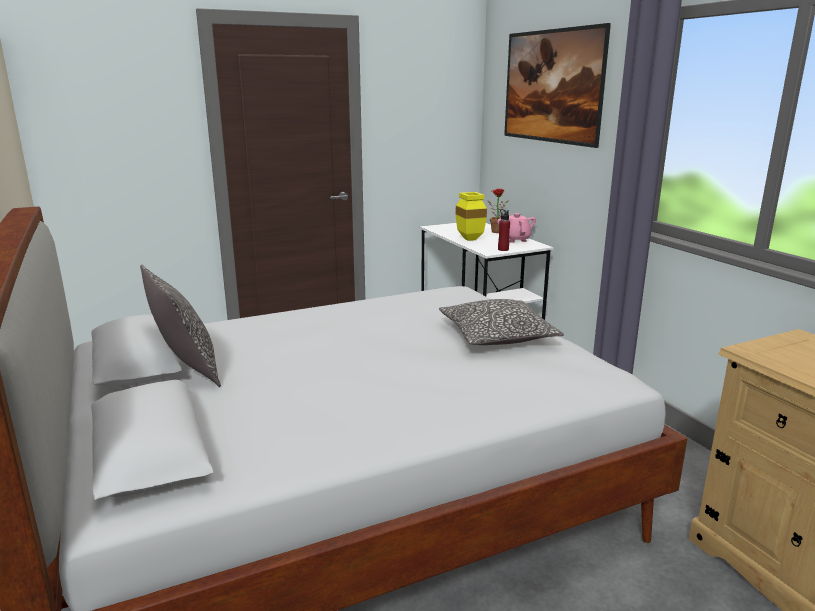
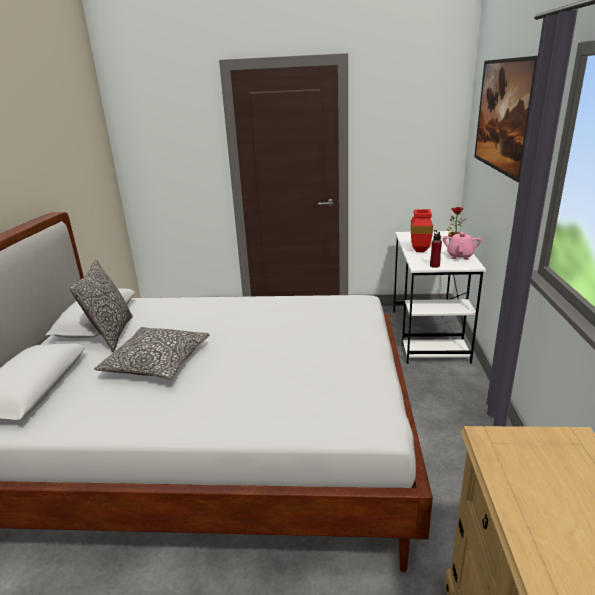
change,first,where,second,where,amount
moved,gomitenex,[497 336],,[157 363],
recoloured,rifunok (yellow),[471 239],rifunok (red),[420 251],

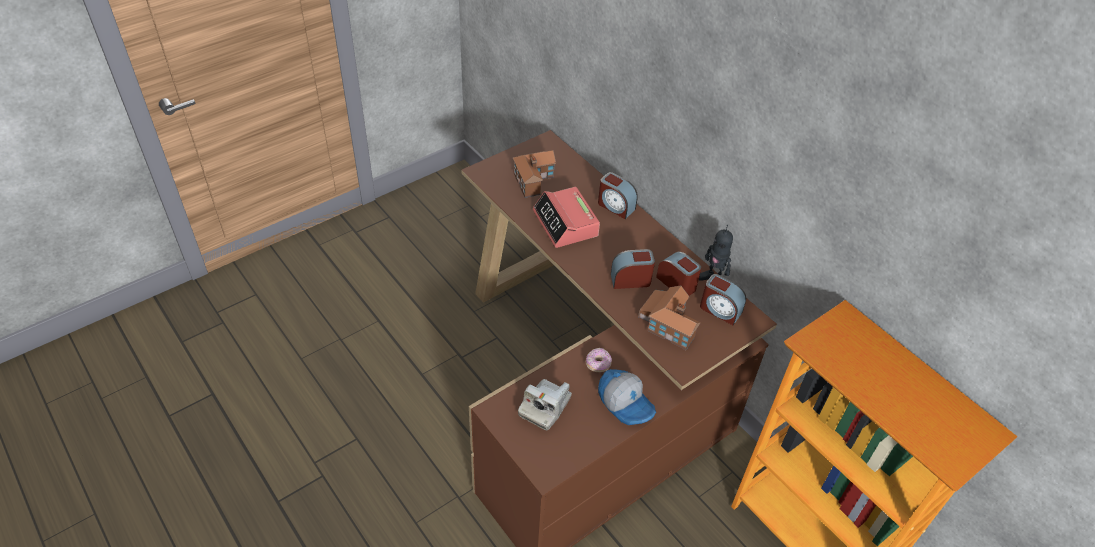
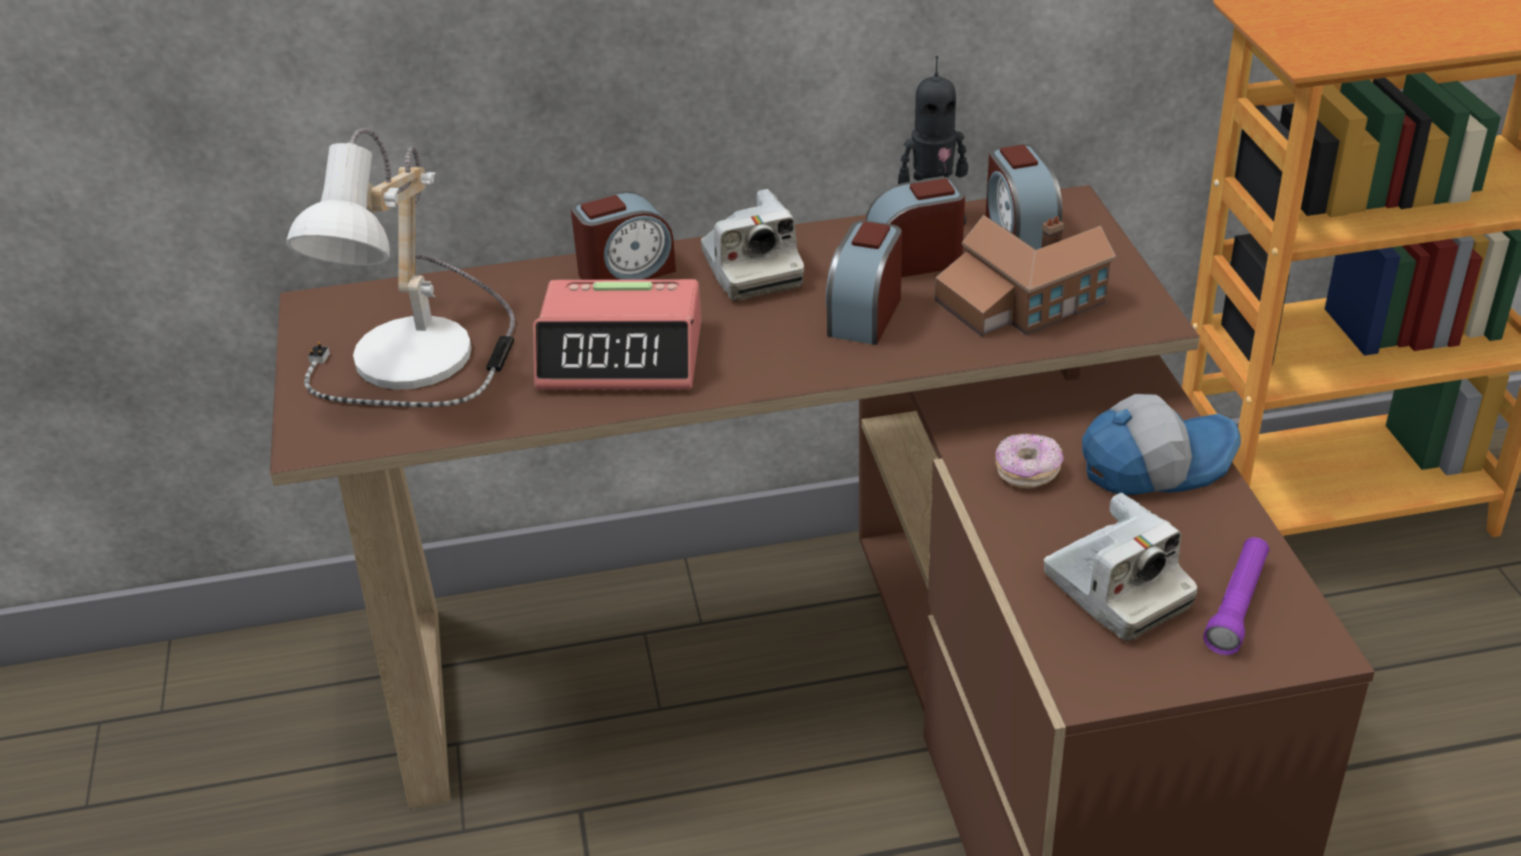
change,first,where,second,where,amount
replaced,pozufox,[533 177],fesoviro,[422 360],
turned,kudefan,[720 310],,[1019 233],105 degrees clockwise
added,,,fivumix,[751 270],
added,,,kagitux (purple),[1237 605],

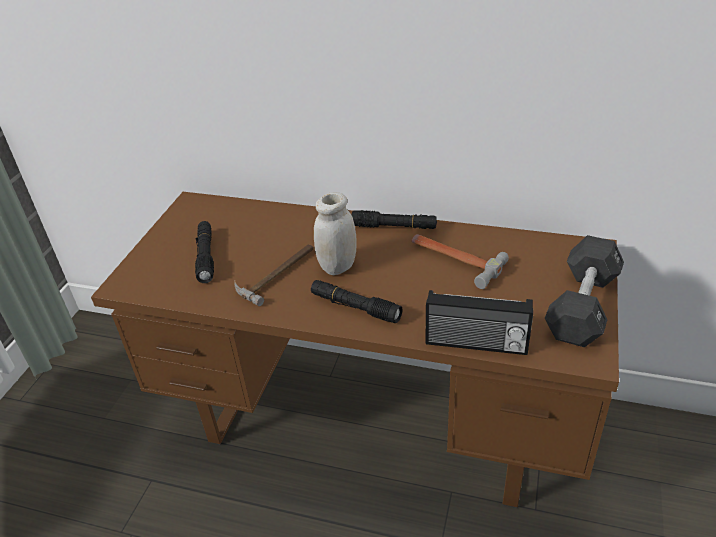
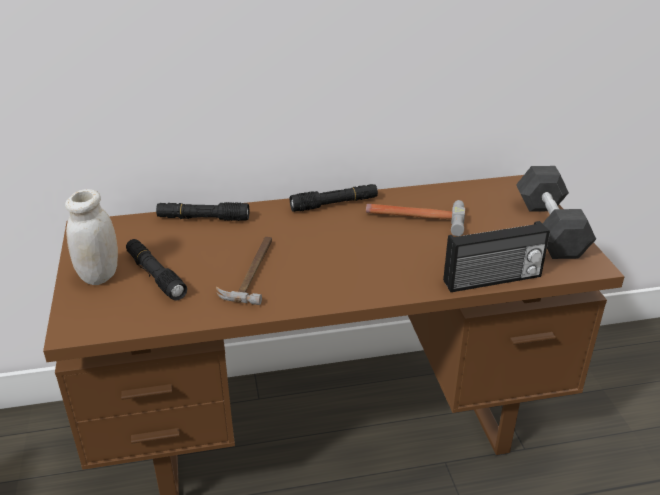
change,first,where,second,where,amount
moved,kagitux (black),[355 307],,[203 218],
moved,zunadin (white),[338 266],,[99 275],

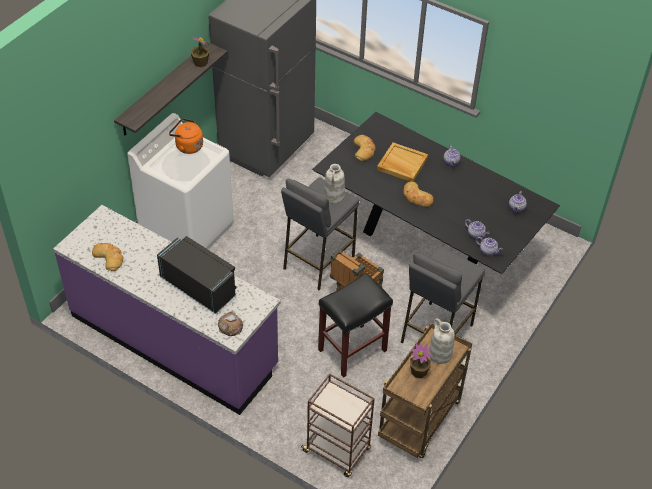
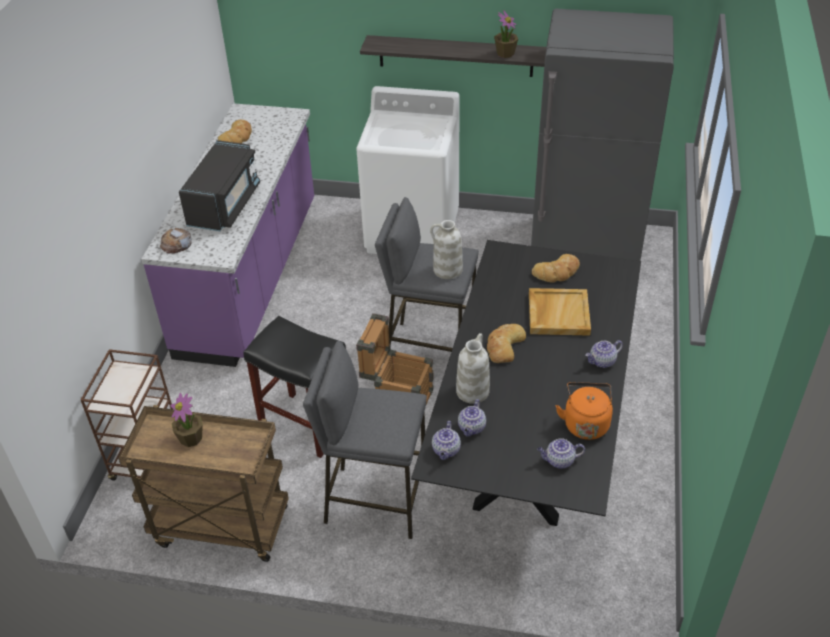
change,first,where,second,where,amount
moved,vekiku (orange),[187 146],,[585 423],
moved,rifunok (white),[439 354],,[472 391],

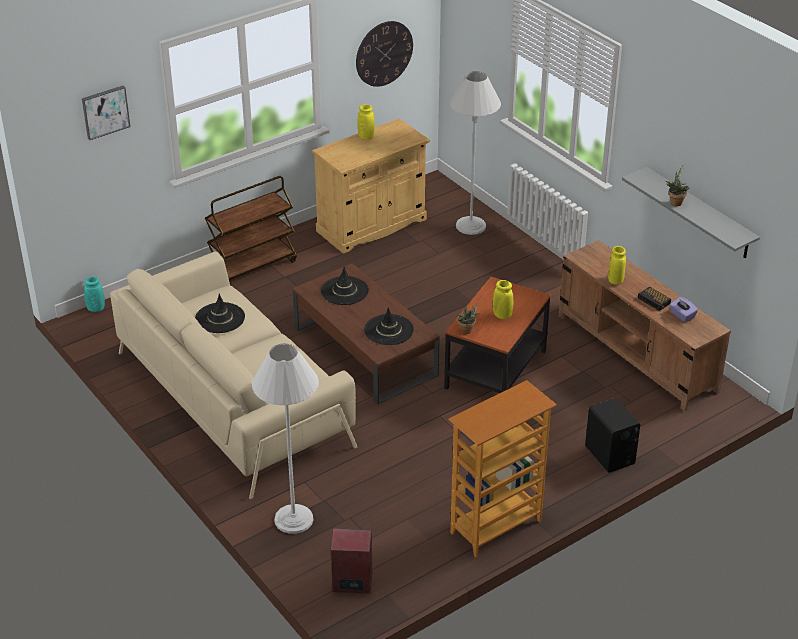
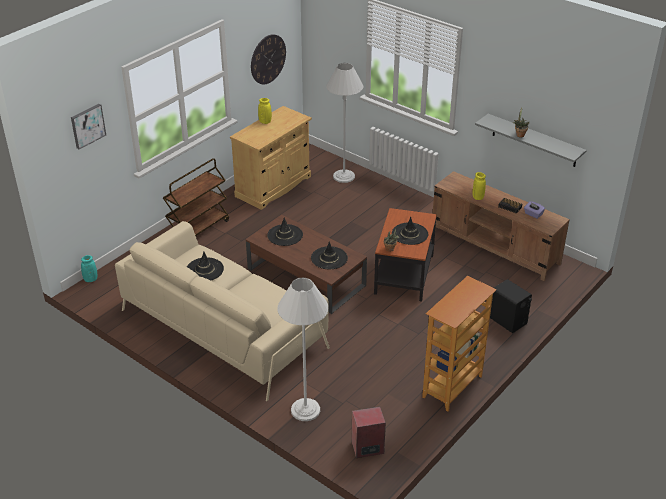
change,first,where,second,where,amount
replaced,rifunok (yellow),[502 315],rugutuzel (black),[410 234],

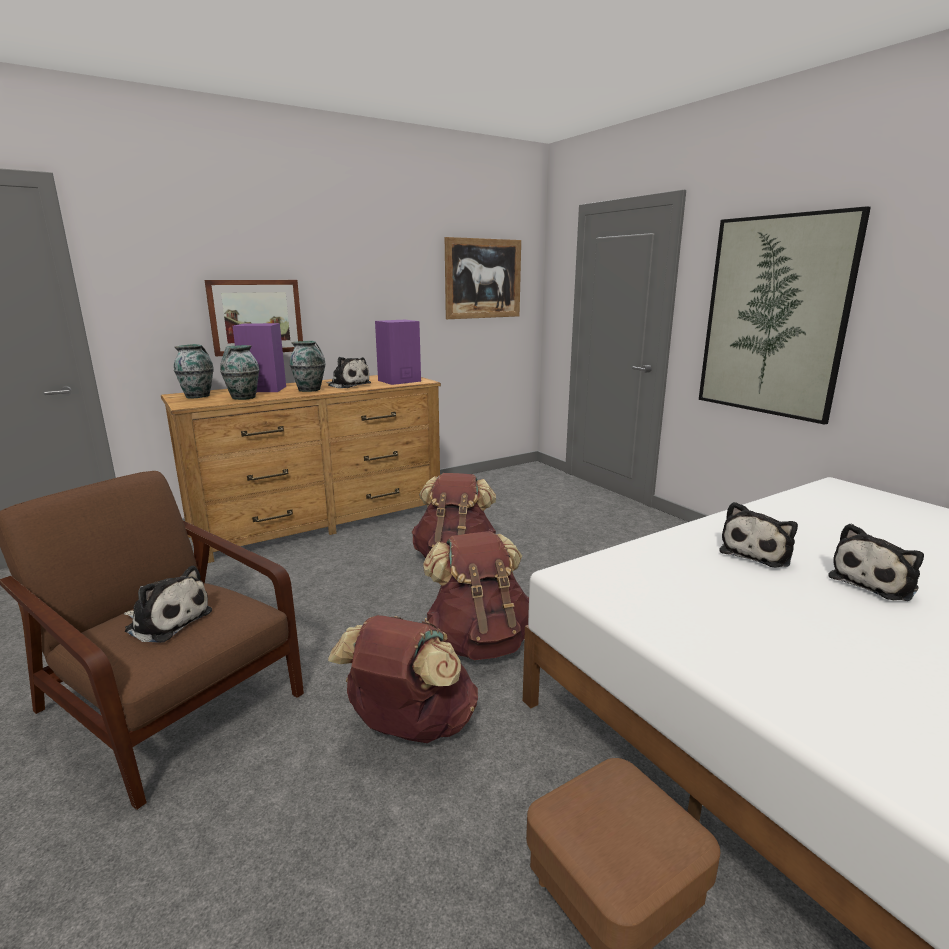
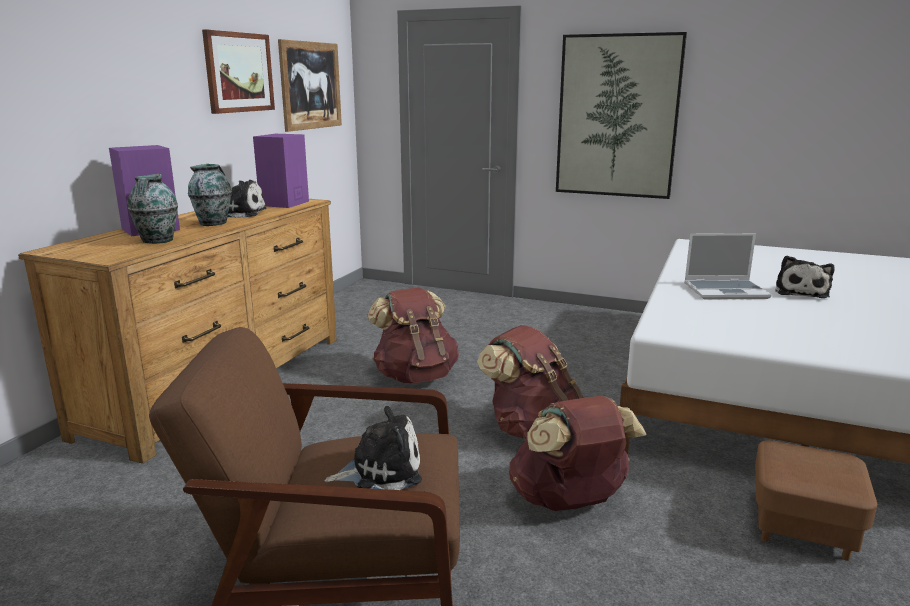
change,first,where,second,where,amount
removed,rifunok,[198 396],,,
moved,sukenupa,[256 317],,[239 72],
replaced,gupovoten,[758 552],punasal,[726 291],

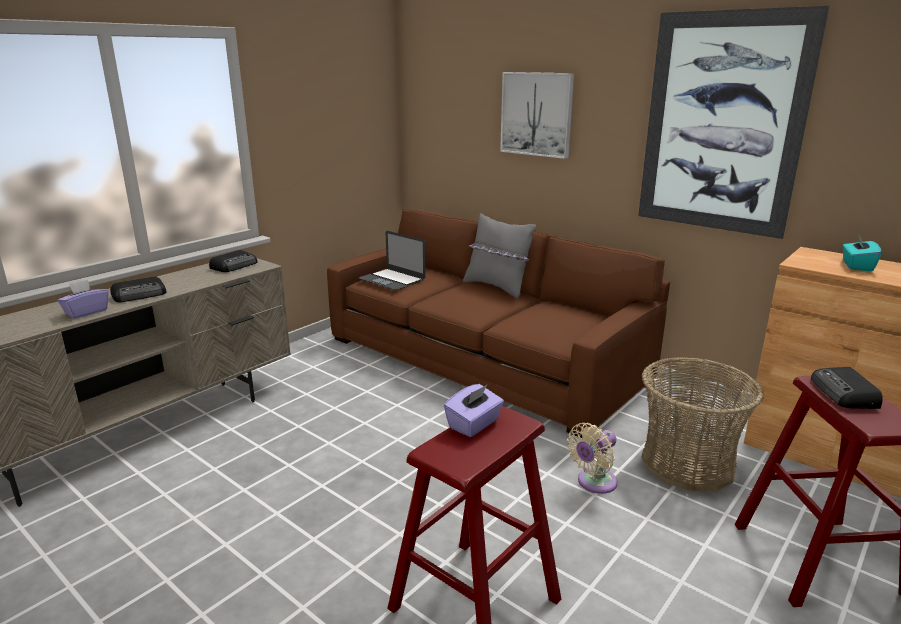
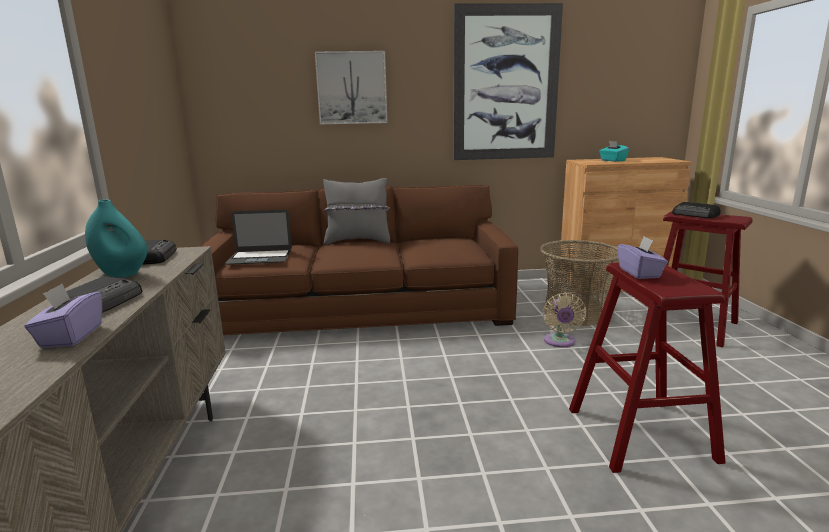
change,first,where,second,where,amount
added,,,rifunok (turquoise),[122 274],

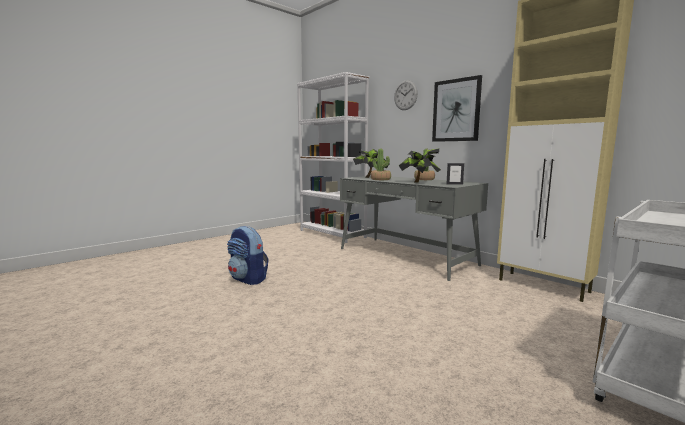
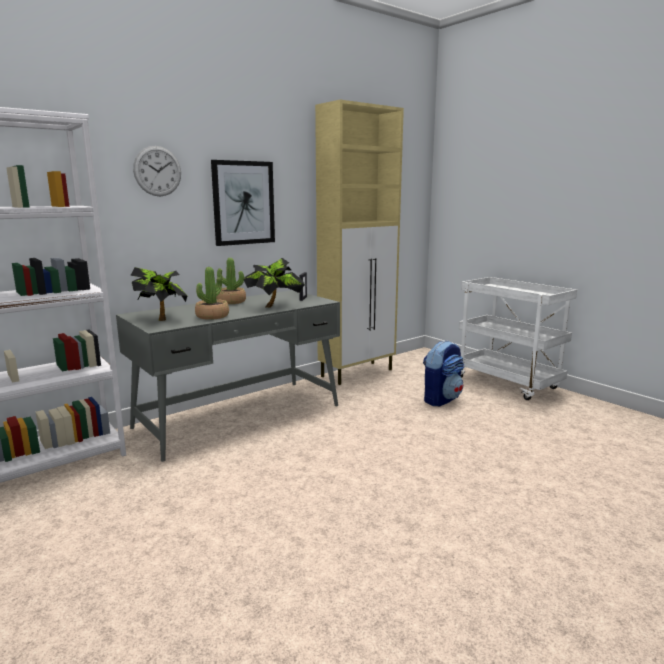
change,first,where,second,where,amount
moved,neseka,[248 279],,[441 399],

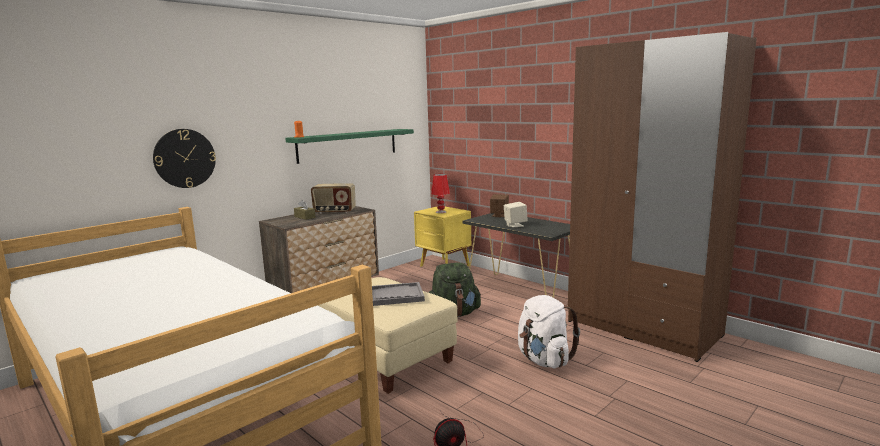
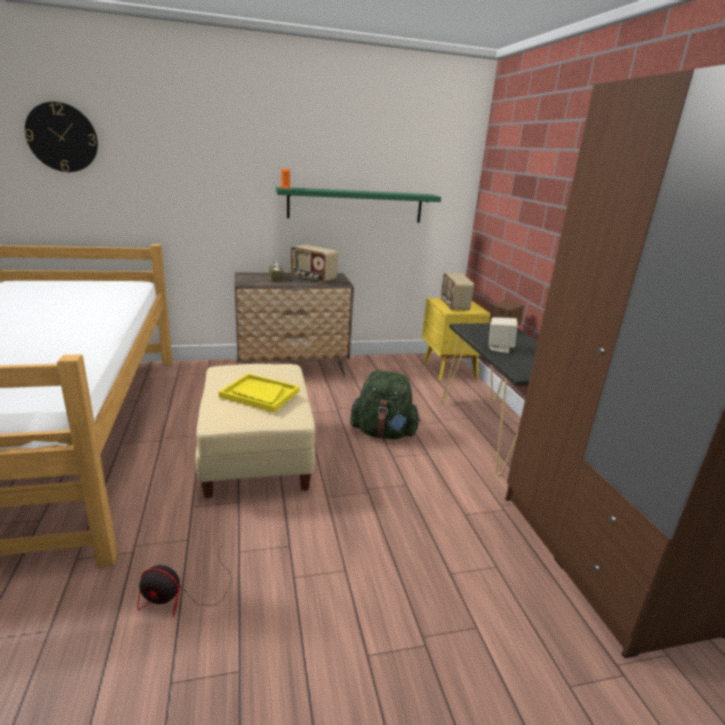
change,first,where,second,where,amount
moved,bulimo,[184 158],,[62 137],
recoloured,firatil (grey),[395 296],firatil (yellow),[259 394],
replaced,fesoviro (red),[441 212],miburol,[453 306],
removed,neseka (white),[544 360],,,

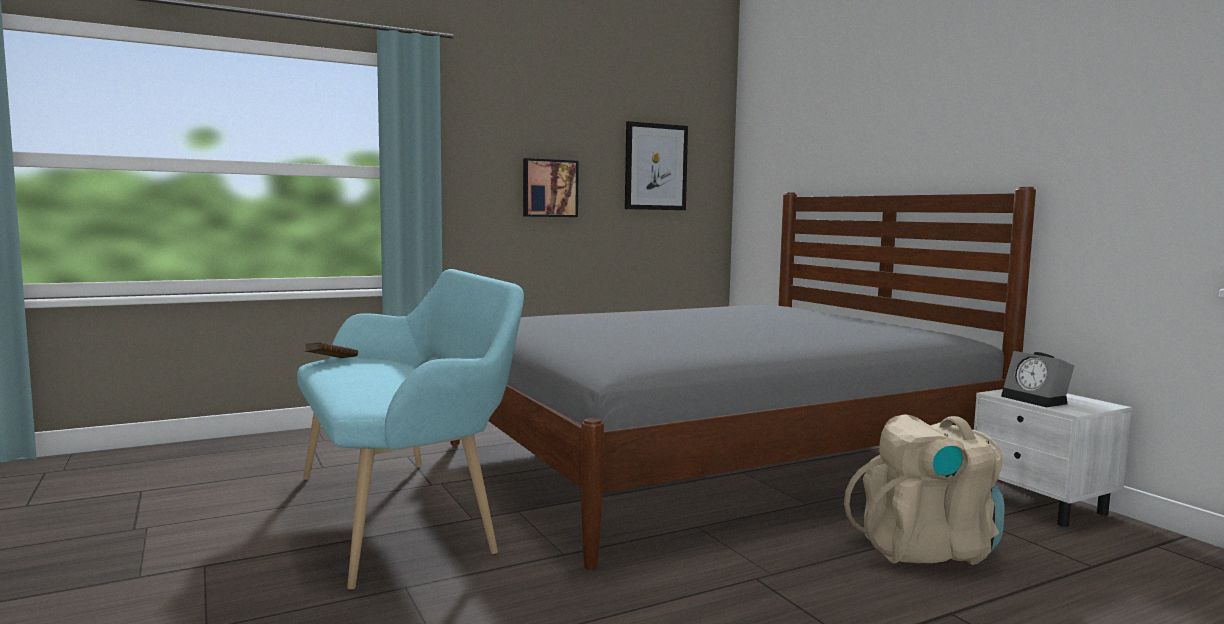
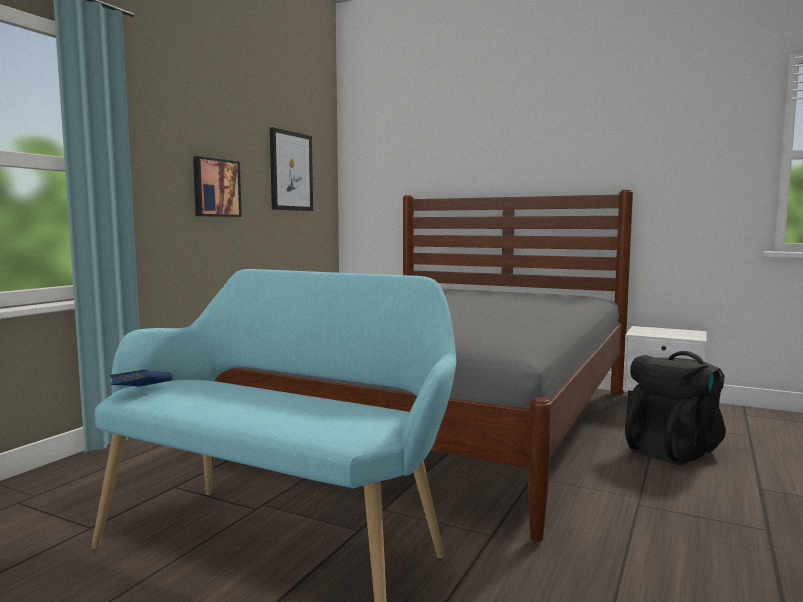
change,first,where,second,where,amount
recoloured,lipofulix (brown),[331 361],lipofulix (blue),[142 392],
recoloured,neseka (beige),[927 549],neseka (black),[673 450],
removed,kudefan,[1037 400],,,

